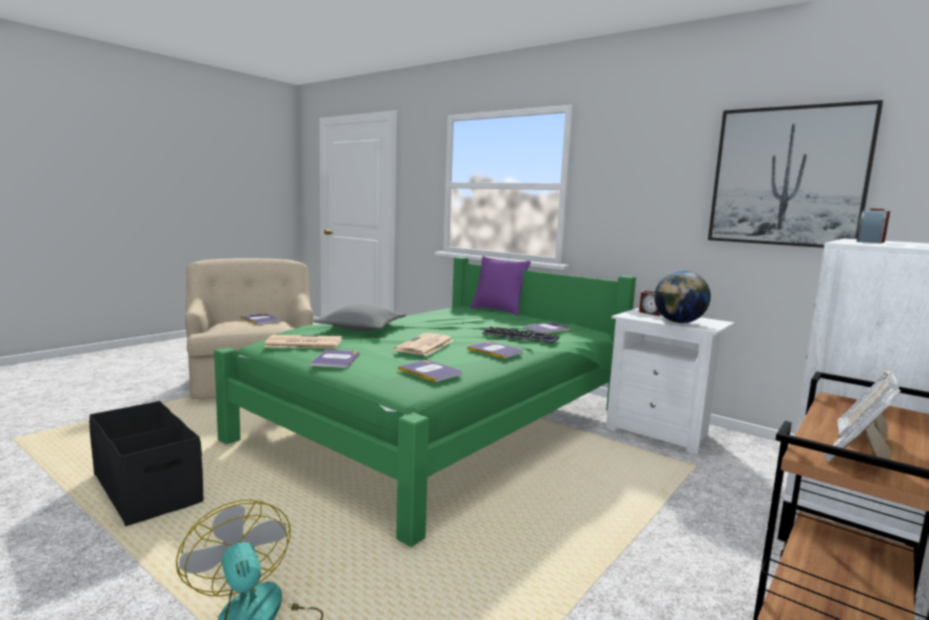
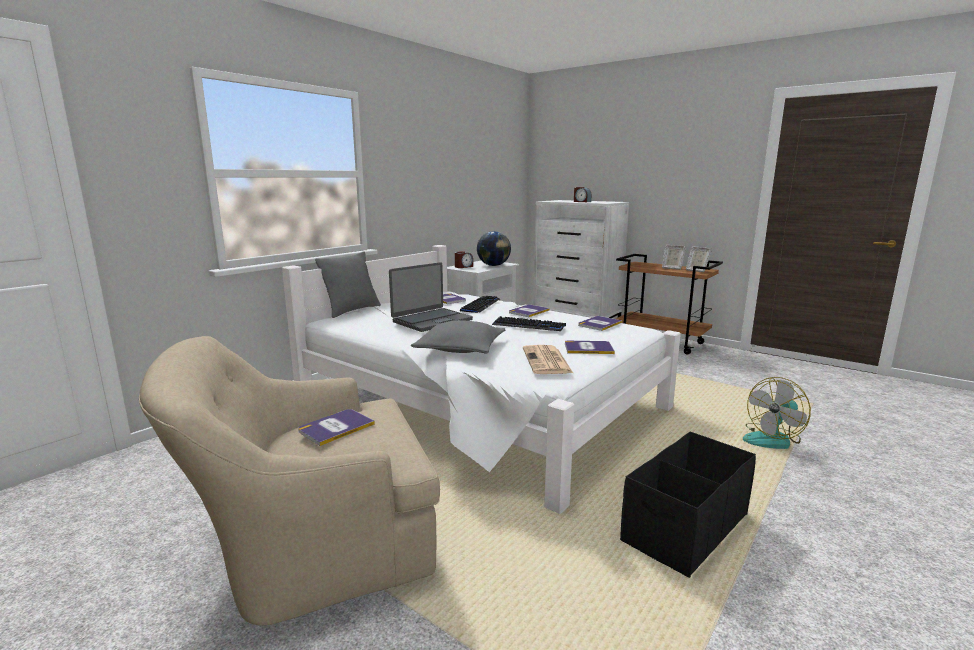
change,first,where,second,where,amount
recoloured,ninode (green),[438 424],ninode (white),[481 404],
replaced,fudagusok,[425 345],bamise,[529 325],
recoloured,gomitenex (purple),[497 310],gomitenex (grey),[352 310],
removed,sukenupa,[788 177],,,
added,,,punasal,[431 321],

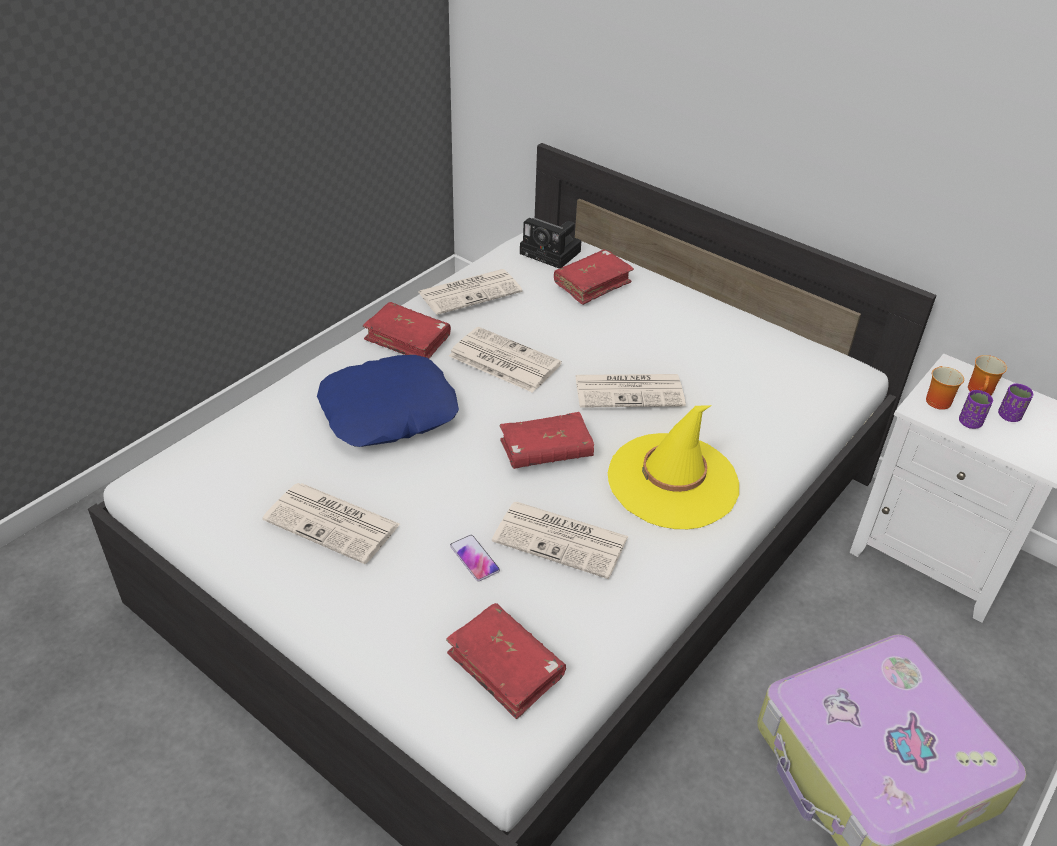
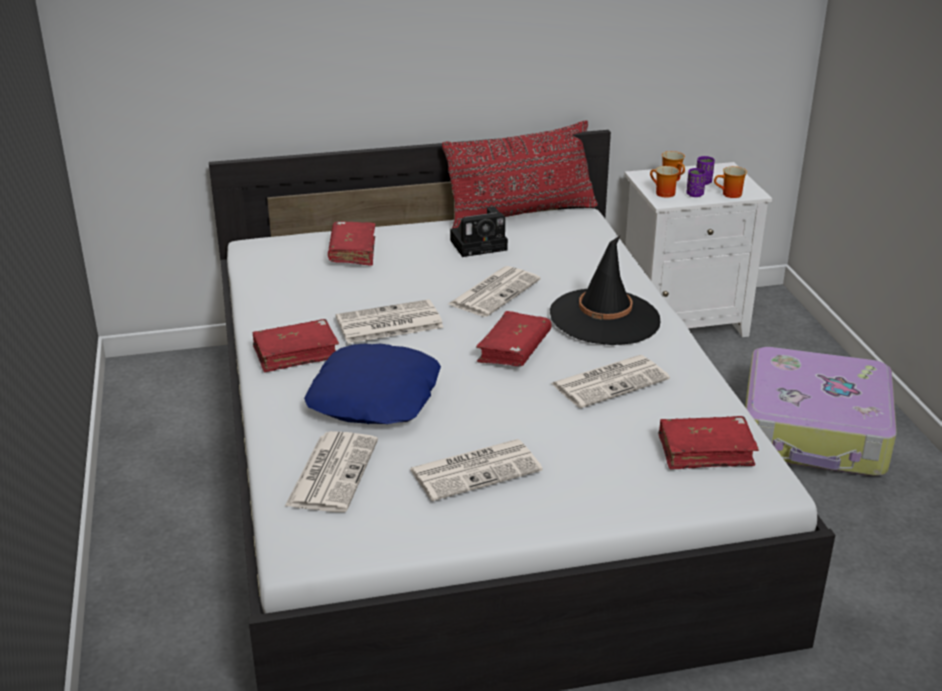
change,first,where,second,where,amount
moved,fudagusok,[471 292],,[332 472],
removed,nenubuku,[474 558],,,
moved,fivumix,[552 253],,[480 244],
recoloured,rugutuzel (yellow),[673 481],rugutuzel (black),[605 318],
added,,,gomitenex (red),[521 214],
added,,,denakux,[730 195],

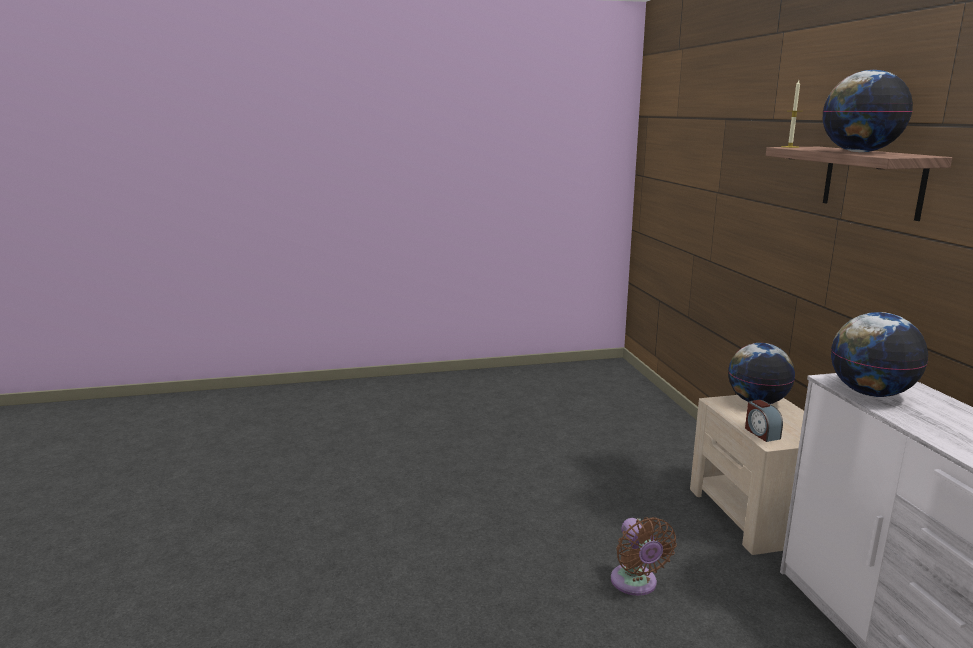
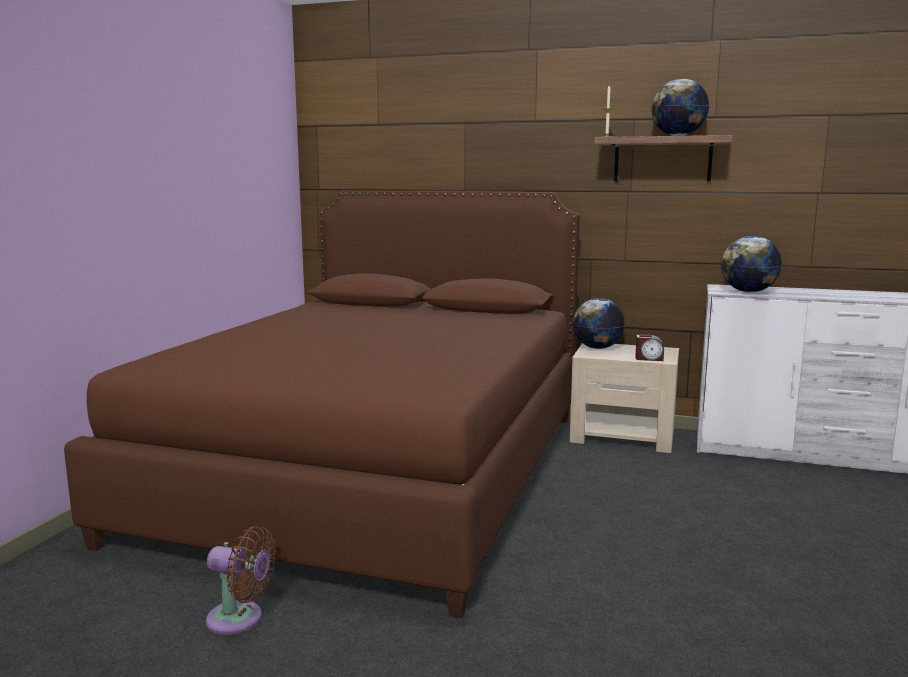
change,first,where,second,where,amount
moved,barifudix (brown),[635 584],,[240 619],
added,,,ninode (brown),[376 471],

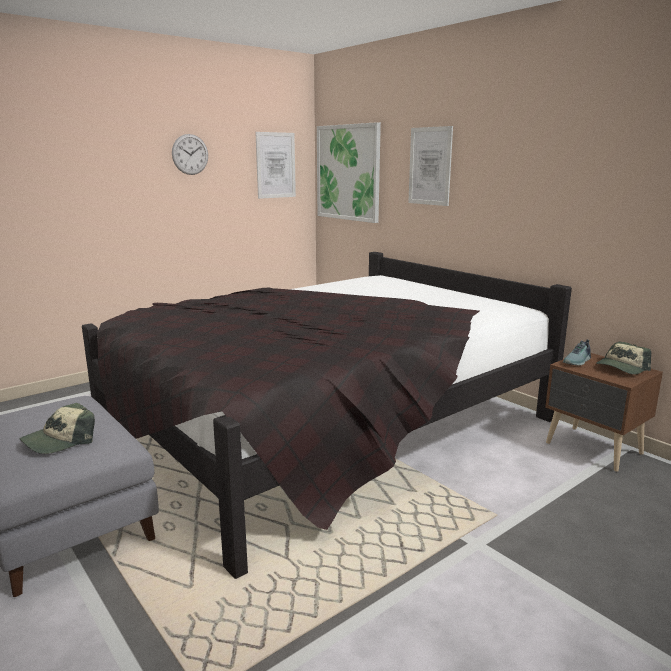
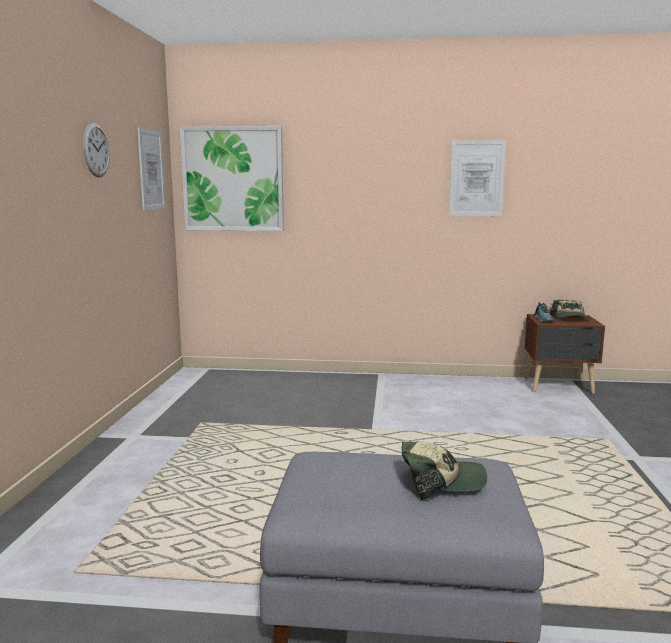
change,first,where,second,where,amount
turned,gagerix,[60 440],,[441 482],90 degrees counterclockwise
removed,ninode (black),[328 425],,,
moved,sukenupa,[430 166],,[476 178],

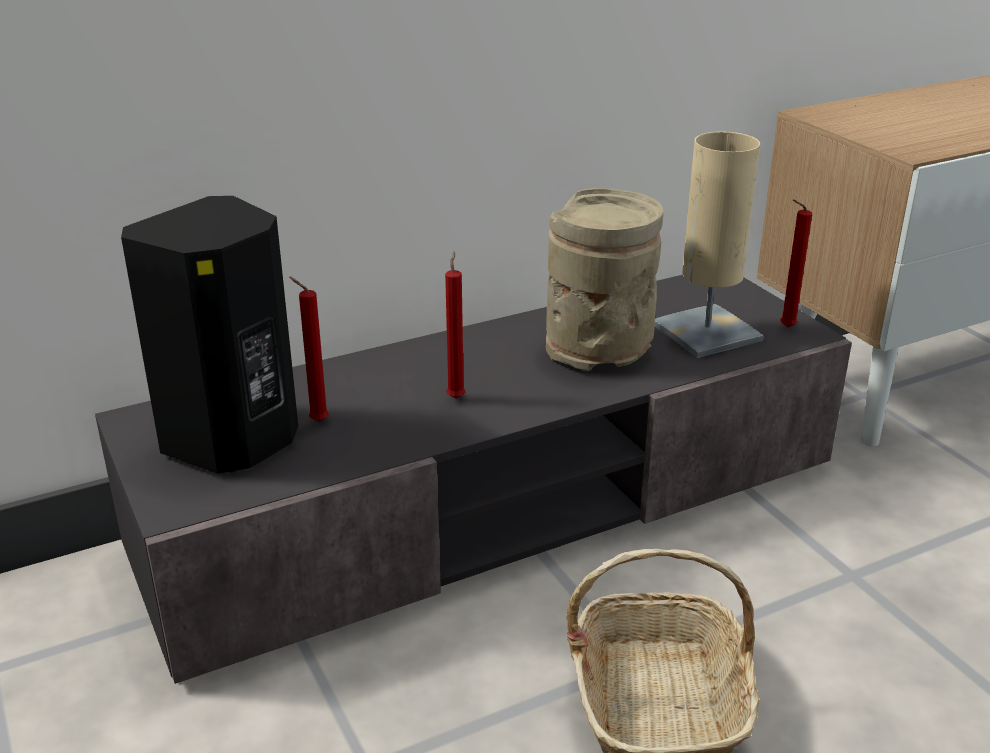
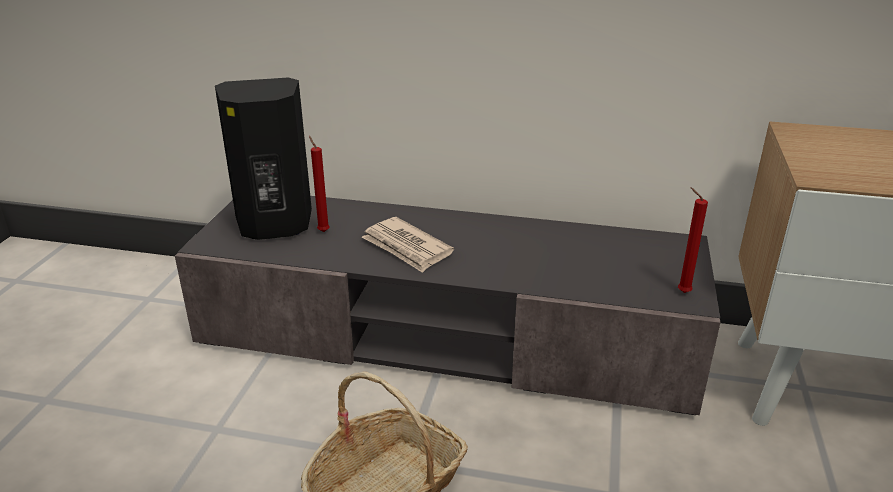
change,first,where,second,where,amount
replaced,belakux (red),[456 397],fudagusok,[406 248],
removed,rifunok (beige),[599 351],,,
removed,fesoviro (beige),[706 332],,,

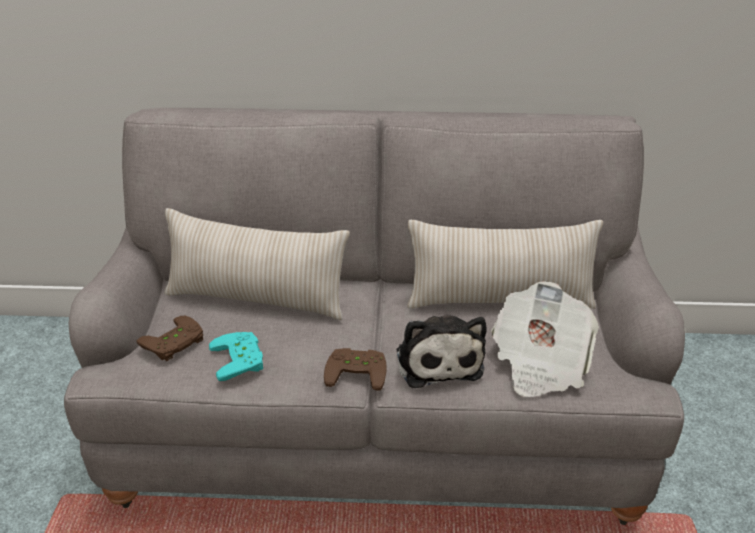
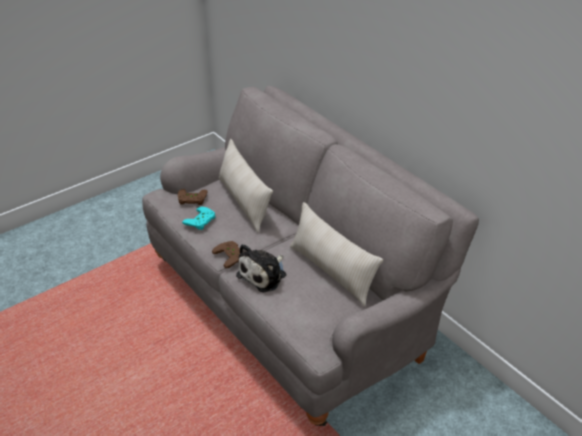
change,first,where,second,where,amount
removed,fudagusok,[540 363],,,

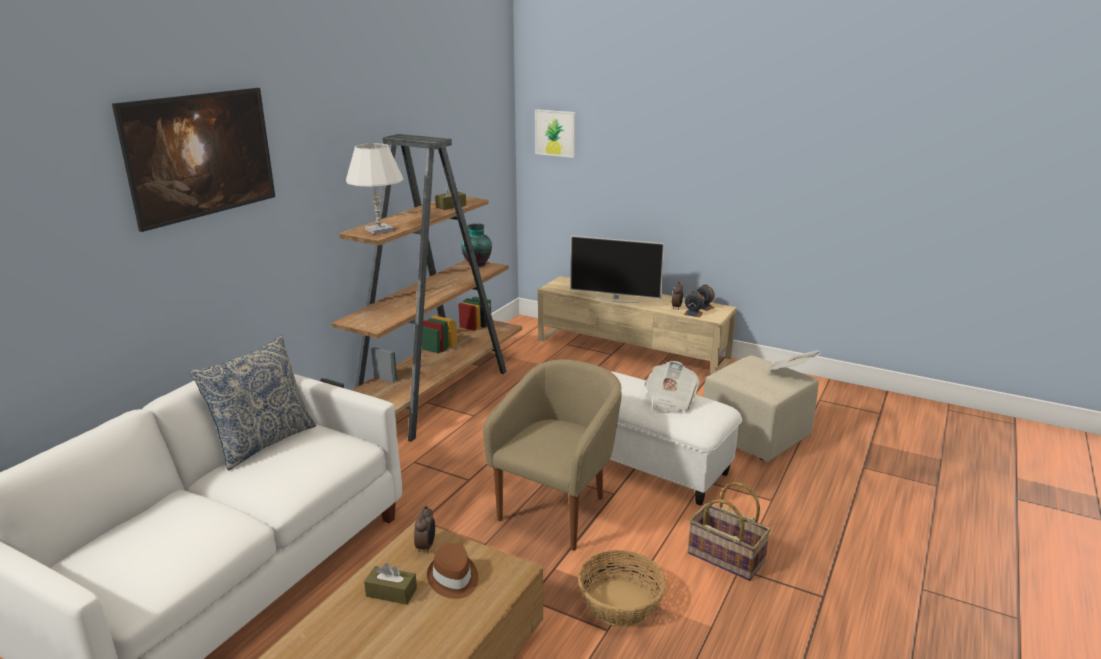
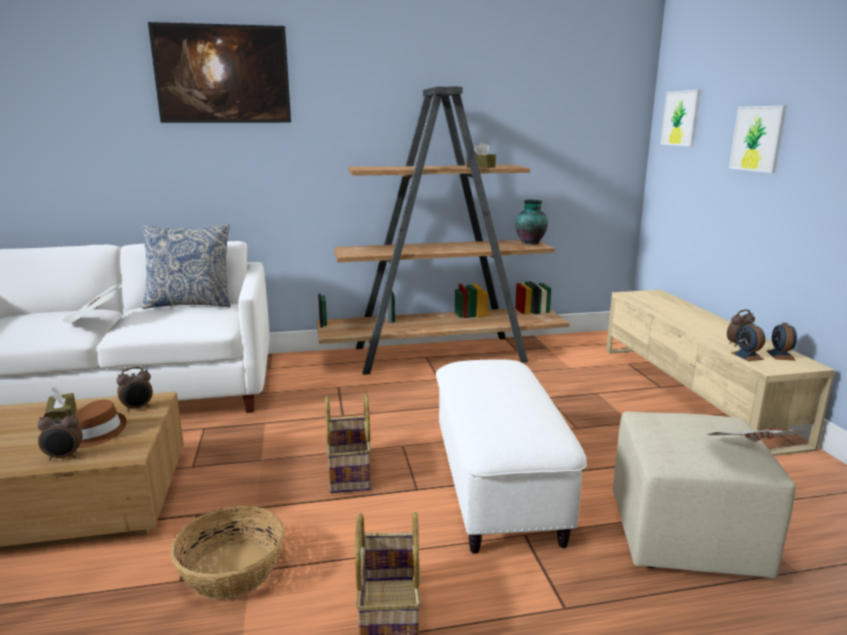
change,first,where,second,where,amount
removed,fesoviro (white),[379 230],,,
replaced,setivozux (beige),[558 510],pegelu,[350 472],
removed,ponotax,[615 300],,,
moved,fudagusok,[669 401],,[93 319],
added,,,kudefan,[64 457],
added,,,sukenupa,[757 138],

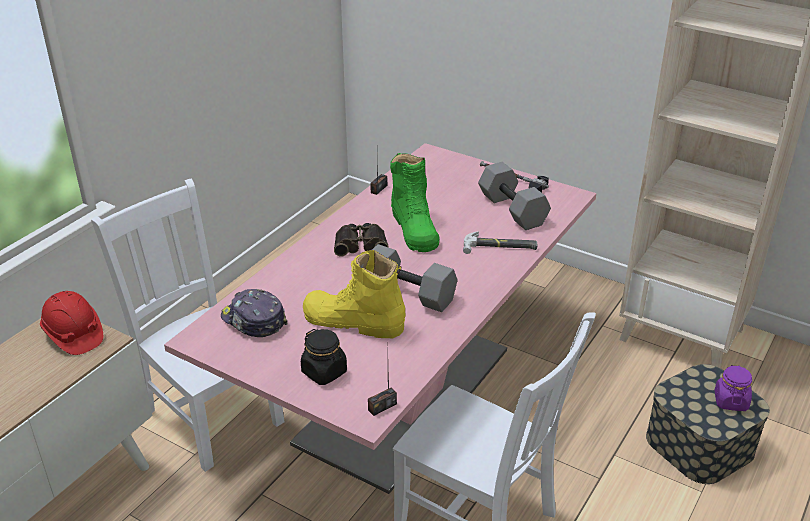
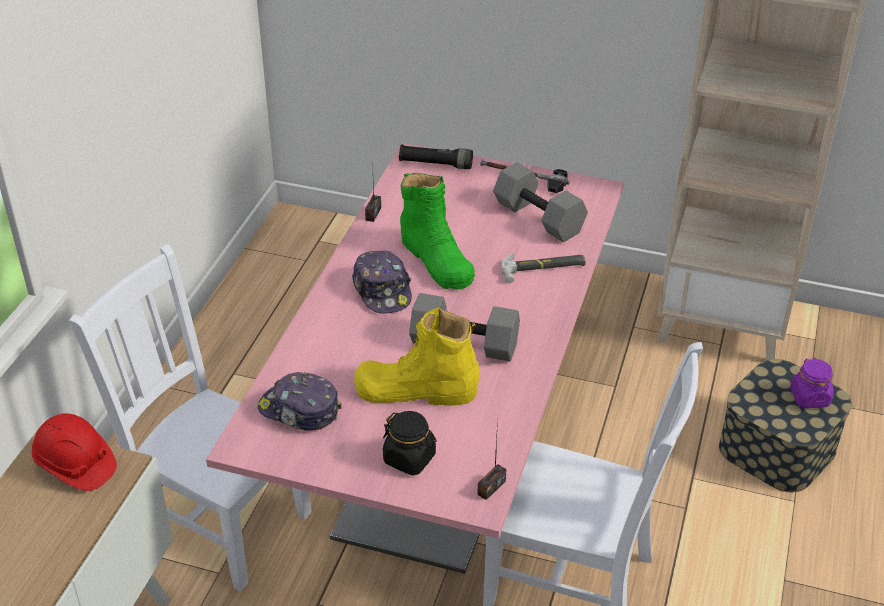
change,first,where,second,where,amount
replaced,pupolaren,[361 244],gagerix,[382 290],
added,,,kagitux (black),[435 164],

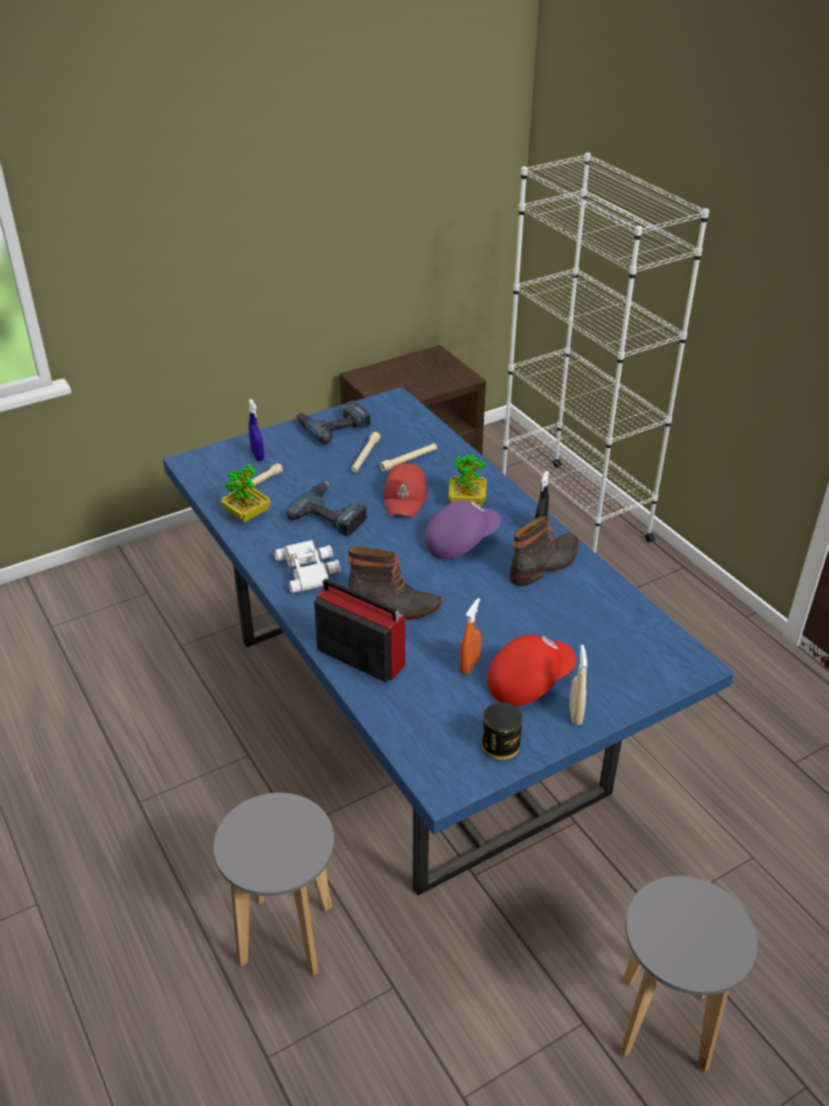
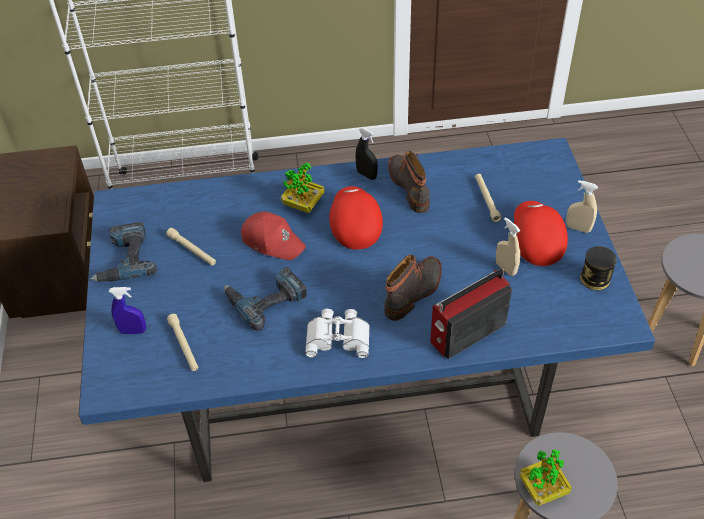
change,first,where,second,where,amount
moved,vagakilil,[247 514],,[542 489],
moved,kagitux (beige),[409 460],,[486 200],
recoloured,gagerix (purple),[460 541],gagerix (red),[354 225],
recoloured,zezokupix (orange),[469 665],zezokupix (beige),[505 268],

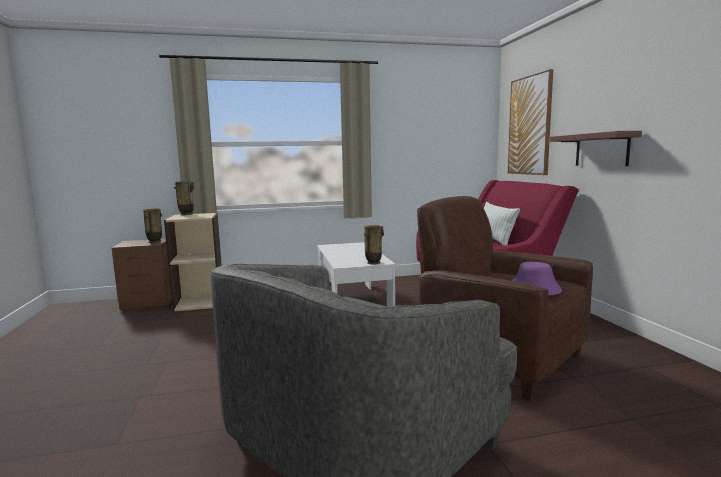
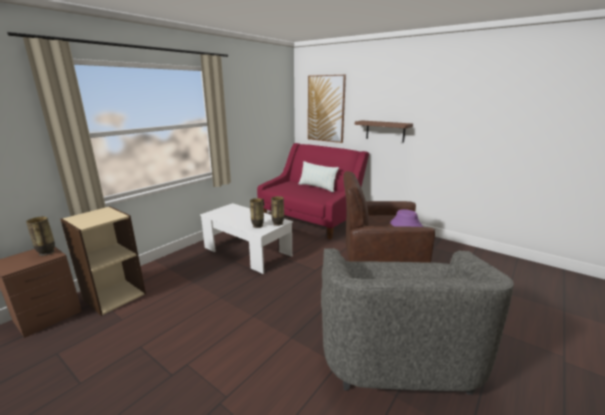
change,first,where,second,where,amount
moved,rifunok,[186 214],,[258 226],

